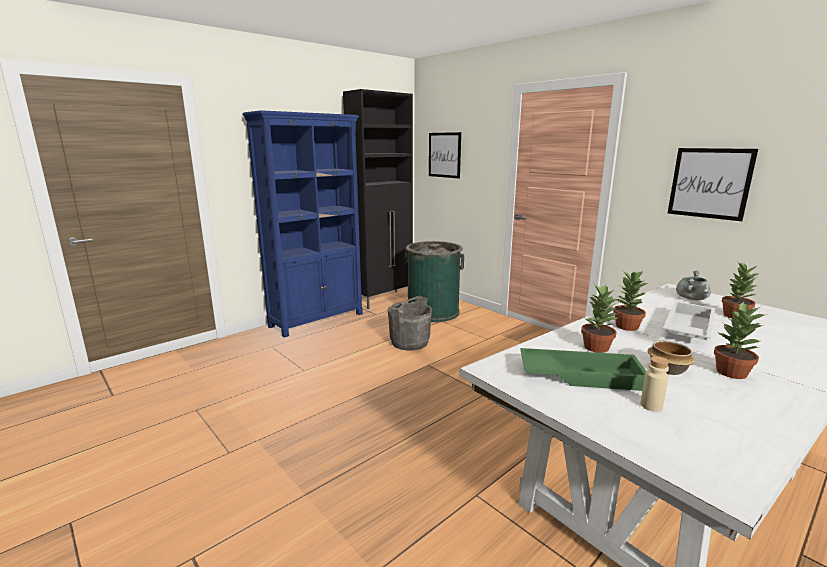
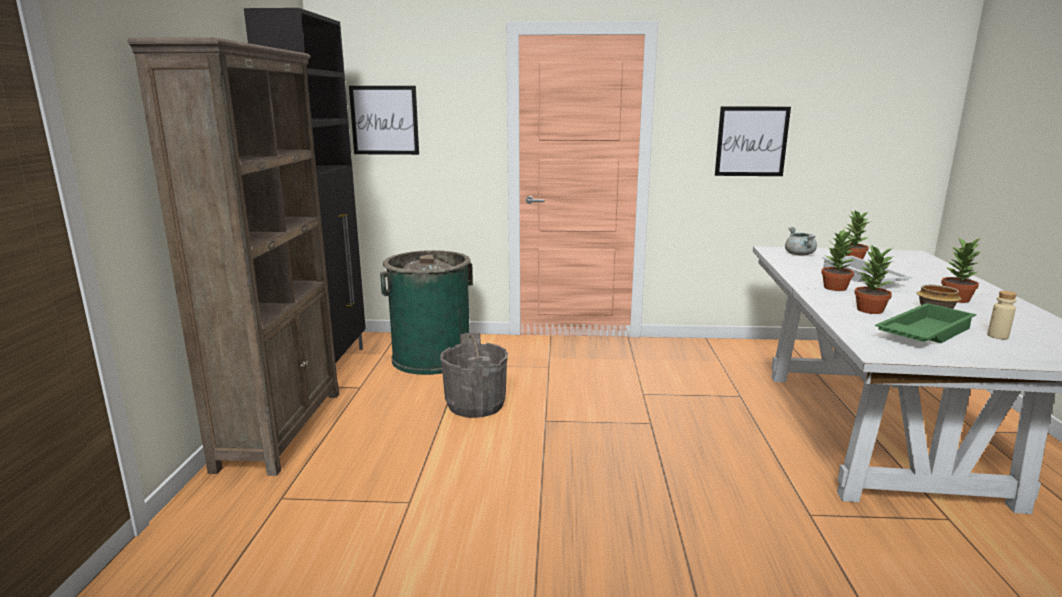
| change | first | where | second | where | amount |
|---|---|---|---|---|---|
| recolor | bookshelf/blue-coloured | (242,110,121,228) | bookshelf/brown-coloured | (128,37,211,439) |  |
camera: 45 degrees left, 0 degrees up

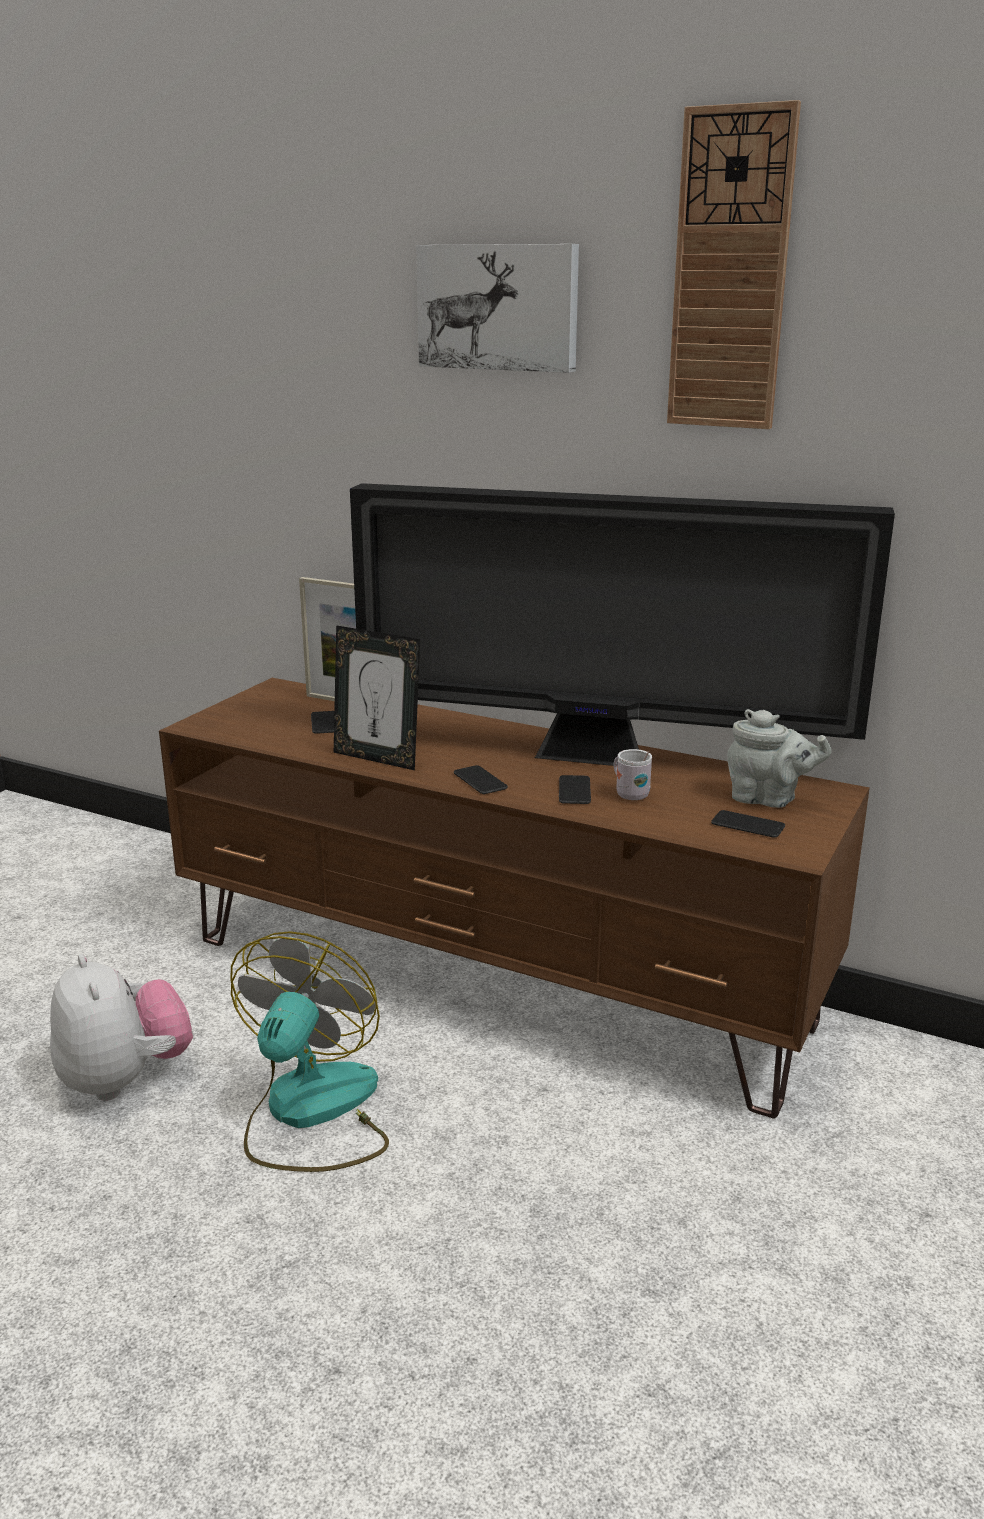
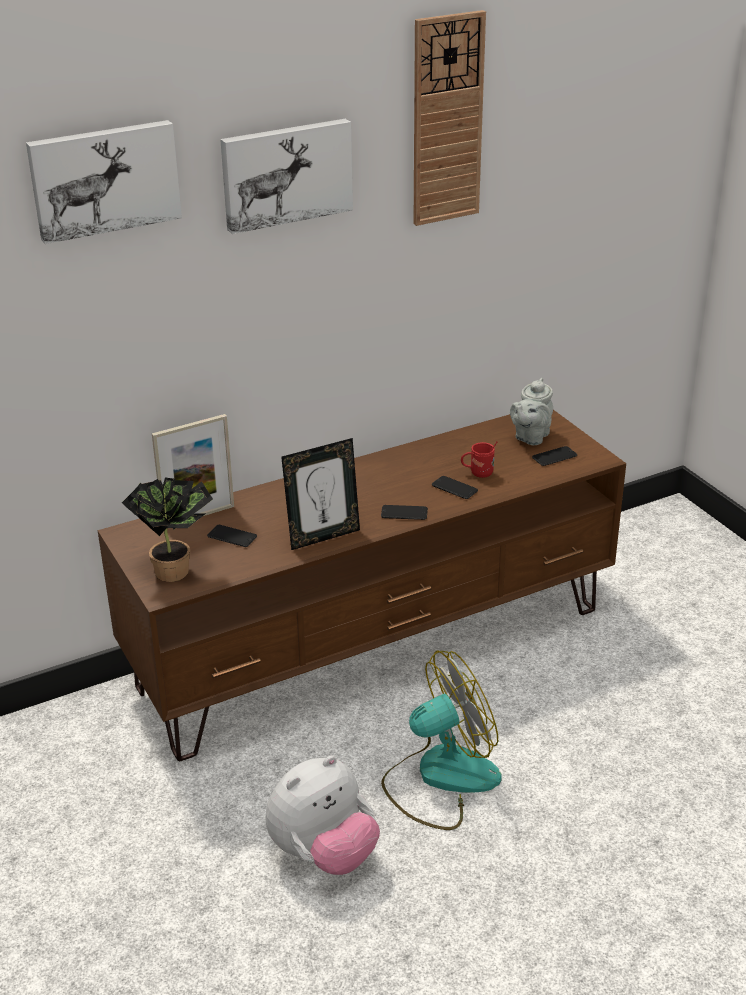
| change | first | where | second | where | amount |
|---|---|---|---|---|---|
| insert |  |  | wall art | (26,120,156,124) |  |
| insert |  |  | potted plant | (122,477,91,105) |  |
| rotate | cuddly toy | (50,954,143,147) |  | (266,756,114,119) | 135 degrees clockwise |
| rotate | fan | (230,931,159,241) |  | (381,650,121,180) | 105 degrees clockwise |
| recolor | tea mug/whitish | (614,749,38,51) | tea mug/reddish | (461,442,36,36) |  |
| rotate | teapot/gray | (727,709,105,99) |  | (510,378,43,67) | 150 degrees clockwise |
| delete | TV | (350,483,545,283) |  |  |  |
camera: 55 degrees left, 10 degrees up

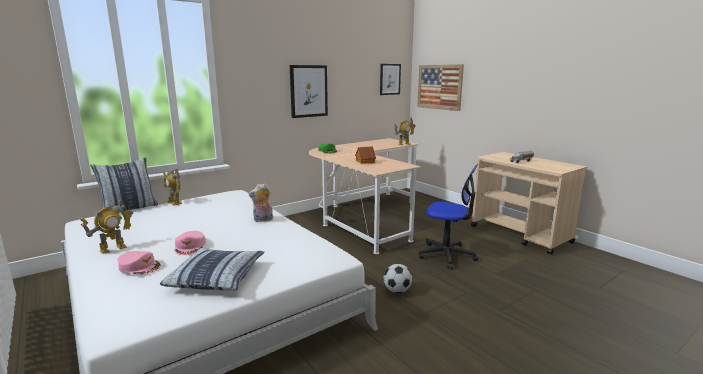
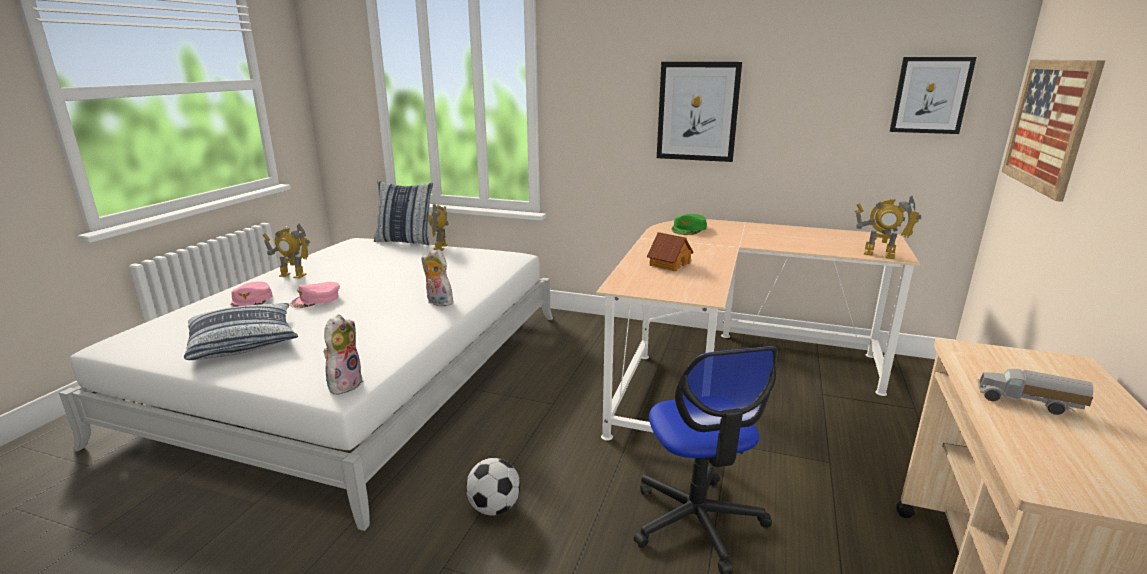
| change | first | where | second | where | amount |
|---|---|---|---|---|---|
| insert |  |  | cuddly toy | (323,314,40,81) |  |
camera: 55 degrees right, 5 degrees up

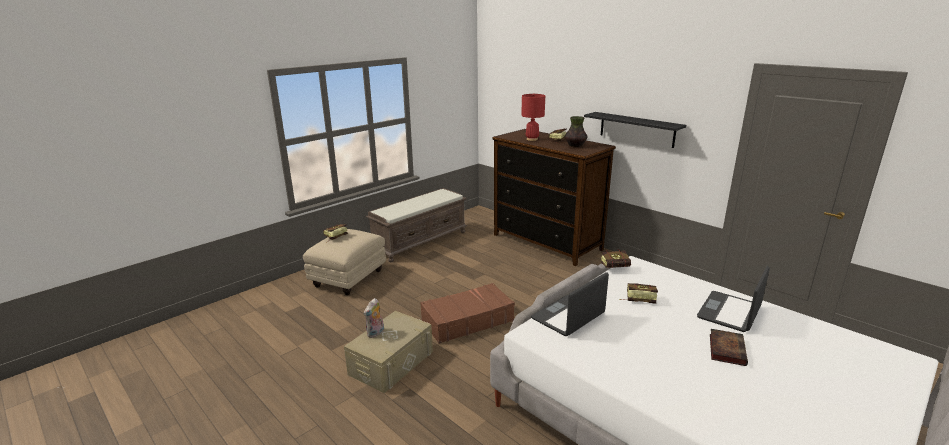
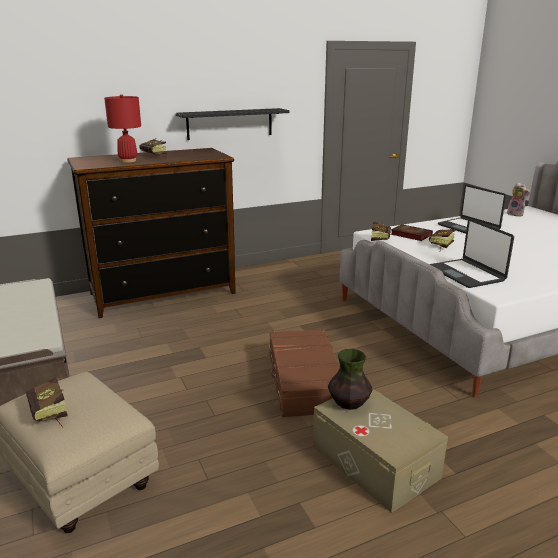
| change | first | where | second | where | amount |
|---|---|---|---|---|---|
| move | flower vase | (565,116,23,31) |  | (328,349,44,61) |  |
| move | book | (710,329,38,37) |  | (390,224,43,17) |  |
| move | cuddly toy | (364,298,20,40) |  | (507,182,23,34) |  |
camera: 70 degrees left, 0 degrees up

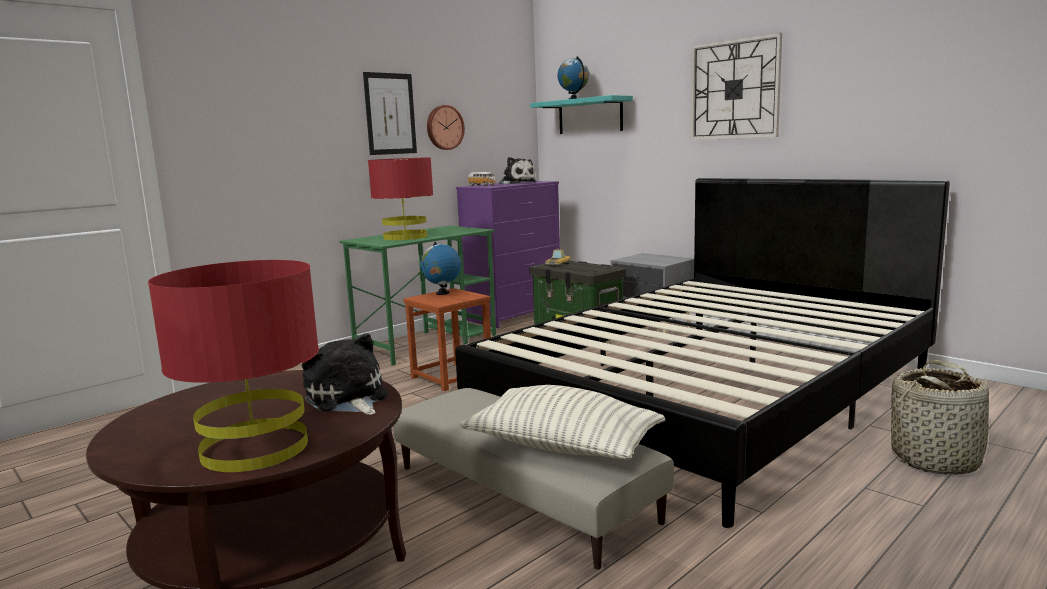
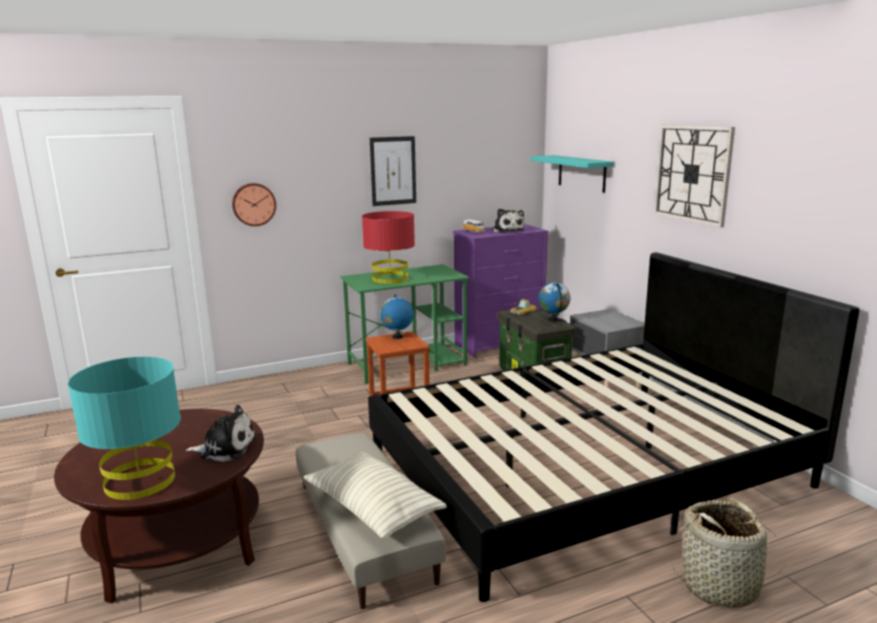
| change | first | where | second | where | amount |
|---|---|---|---|---|---|
| recolor | tabletop lamp/reddish | (148,260,171,212) | tabletop lamp/turquoise | (68,357,113,143) |  |
| rotate | cuddly toy | (302,333,86,82) |  | (186,405,70,57) | 105 degrees clockwise |
| move | clock on the wall | (427,105,38,45) |  | (232,183,44,43) |  |
| move | desk globe | (557,56,32,43) |  | (539,282,32,40) |  |
camera: 20 degrees right, 5 degrees up

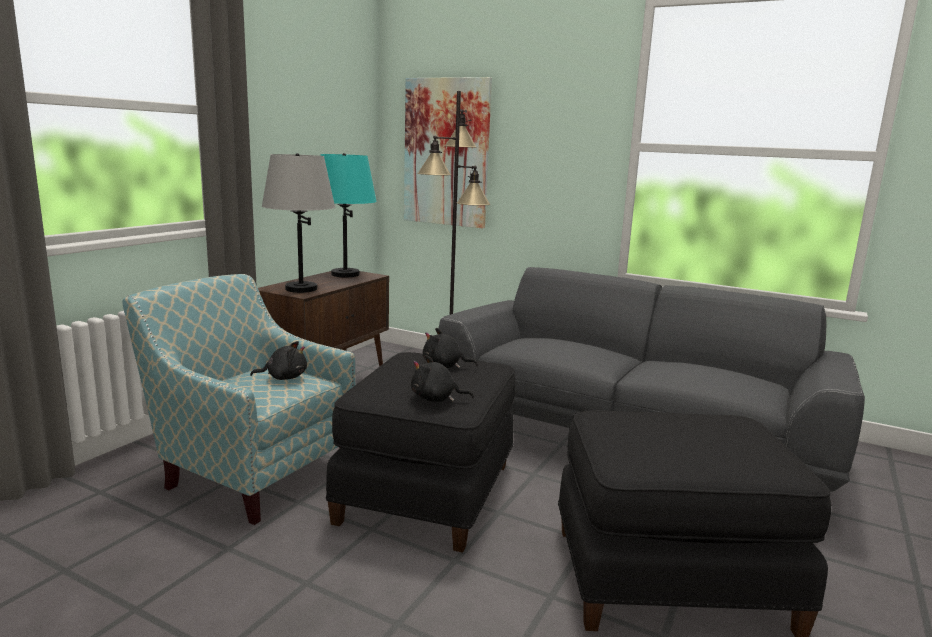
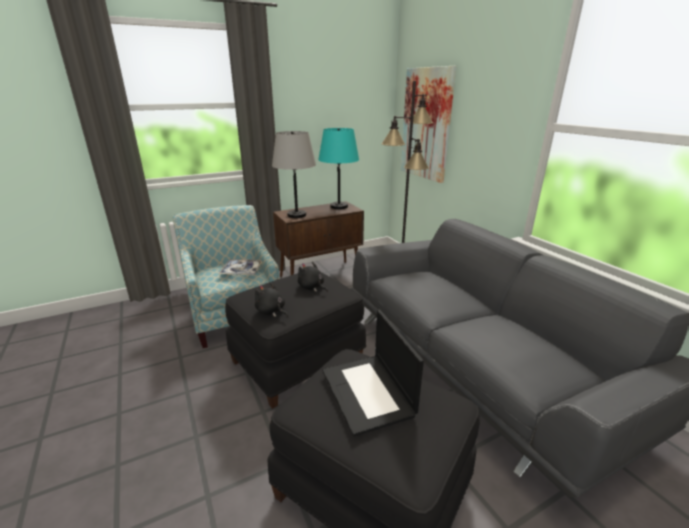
| change | first | where | second | where | amount |
|---|---|---|---|---|---|
| replace | cuddly toy/black-coloured | (250,341,57,39) | tray | (218,259,44,16) |  |
| insert |  |  | laptop | (323,309,101,128) |  |
camera: 35 degrees right, 10 degrees up

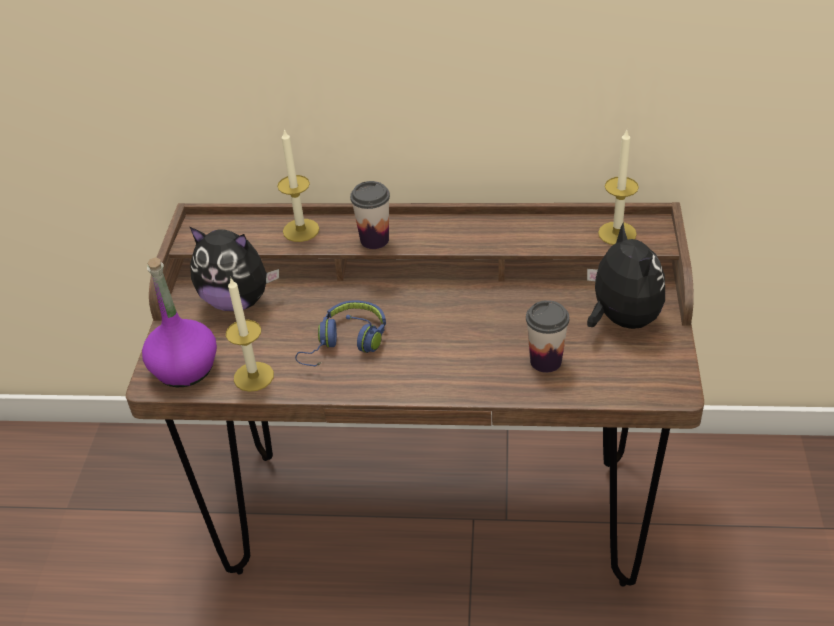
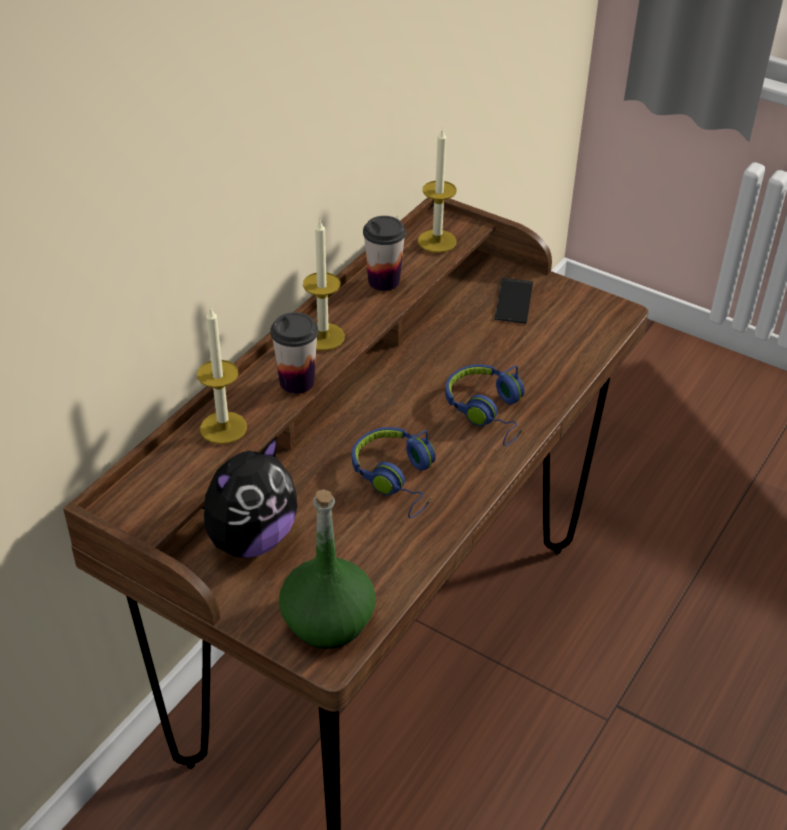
| change | first | where | second | where | amount |
|---|---|---|---|---|---|
| recolor | beverage bottle/purple-coloured | (142,257,75,130) | beverage bottle/green-coloured | (279,489,96,160) |  |
| move | wax light | (226,278,48,114) |  | (303,218,42,133) |  |
| move | small cup | (526,300,43,73) |  | (363,216,43,75) |  |
| insert |  |  | headset/blue-coloured | (445,364,80,82) |  |
| replace | cuddly toy | (587,222,78,107) | handset | (494,278,39,46) |  |
camera: 65 degrees left, 0 degrees up

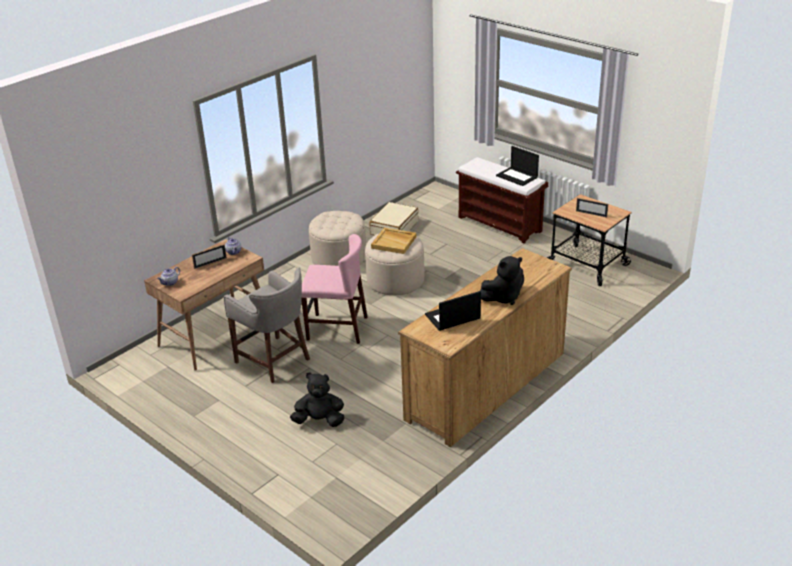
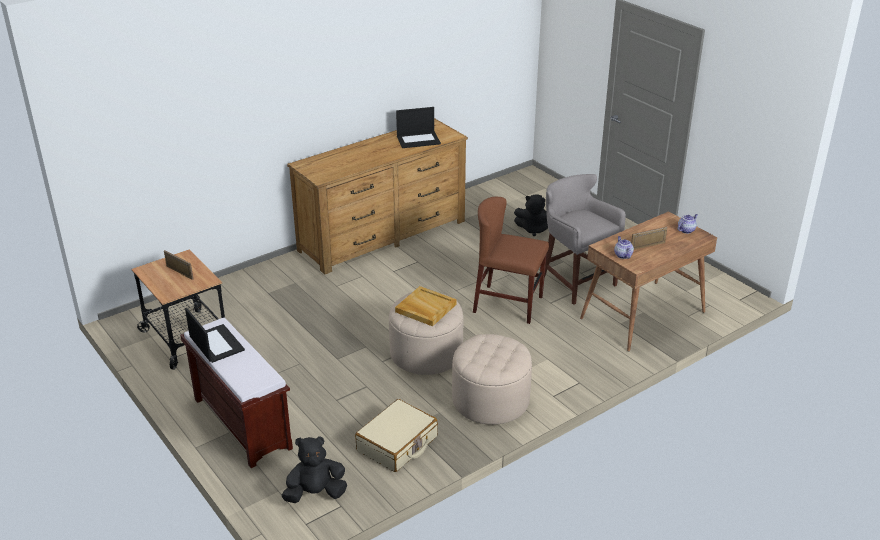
| change | first | where | second | where | amount |
|---|---|---|---|---|---|
| move | cuddly toy/black-coloured | (480,256,44,49) |  | (282,436,65,67) |  |
| recolor | upright chair/pink-coloured | (301,234,66,110) | upright chair/brown-coloured | (473,197,76,127) |  |
camera: 170 degrees left, 0 degrees up

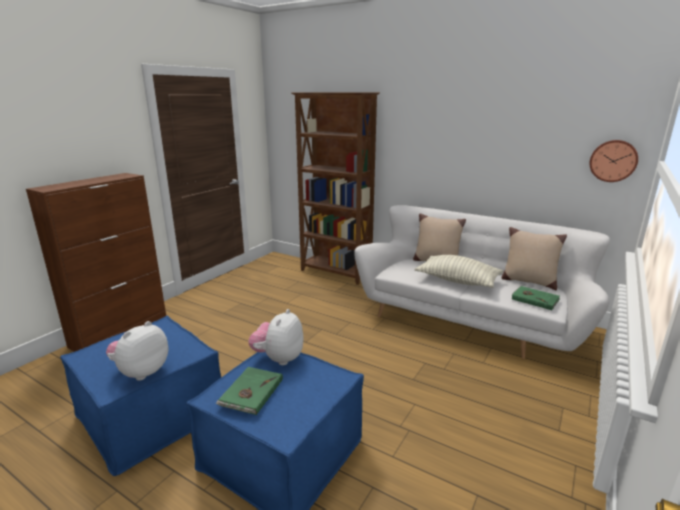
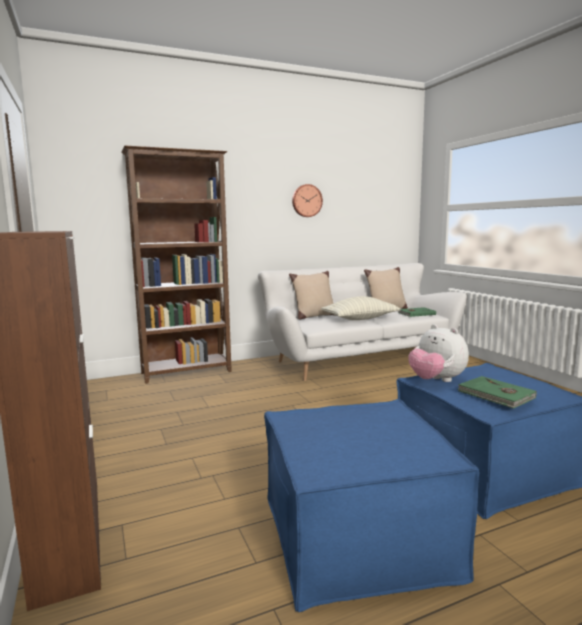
| change | first | where | second | where | amount |
|---|---|---|---|---|---|
| move | clock on the wall | (590,140,48,42) |  | (292,184,31,33) |  |
| delete | cuddly toy | (106,321,62,60) |  |  |  |
camera: 55 degrees left, 10 degrees down

